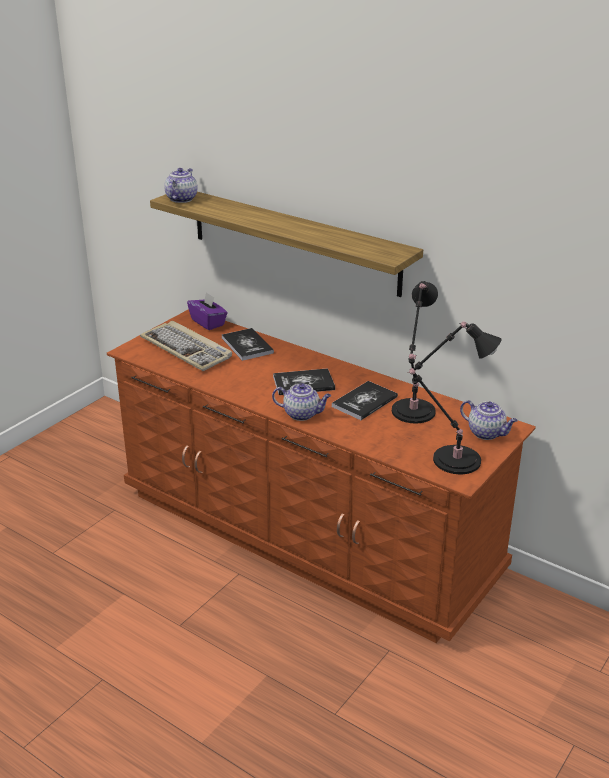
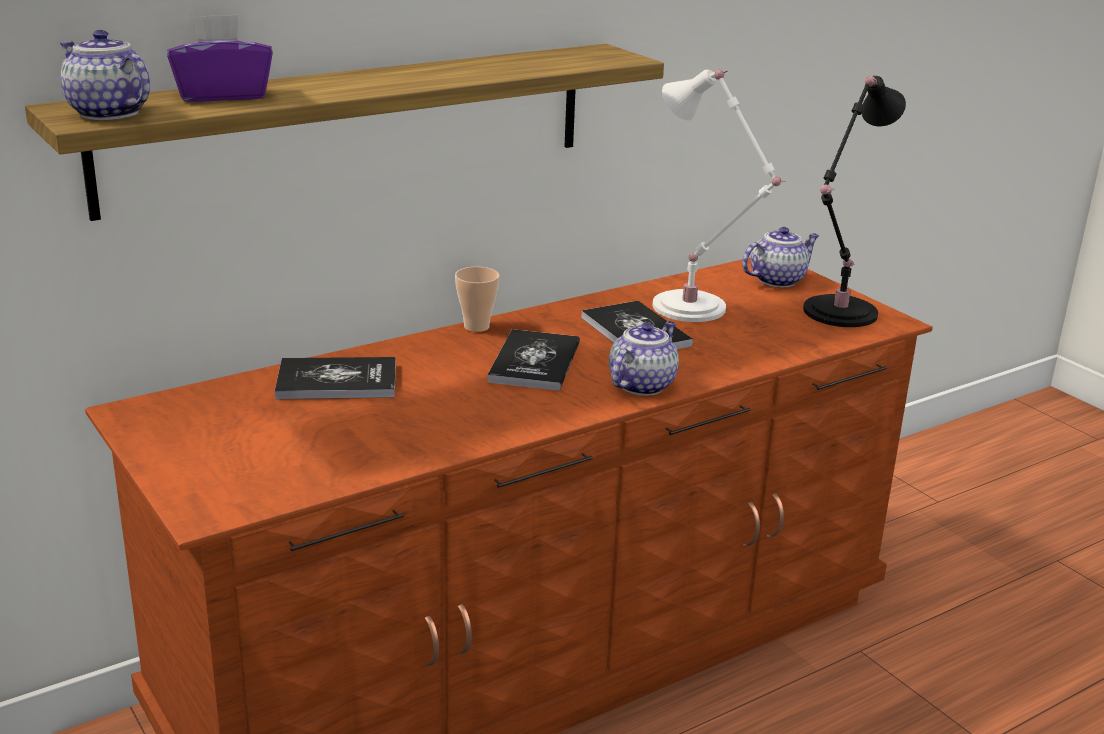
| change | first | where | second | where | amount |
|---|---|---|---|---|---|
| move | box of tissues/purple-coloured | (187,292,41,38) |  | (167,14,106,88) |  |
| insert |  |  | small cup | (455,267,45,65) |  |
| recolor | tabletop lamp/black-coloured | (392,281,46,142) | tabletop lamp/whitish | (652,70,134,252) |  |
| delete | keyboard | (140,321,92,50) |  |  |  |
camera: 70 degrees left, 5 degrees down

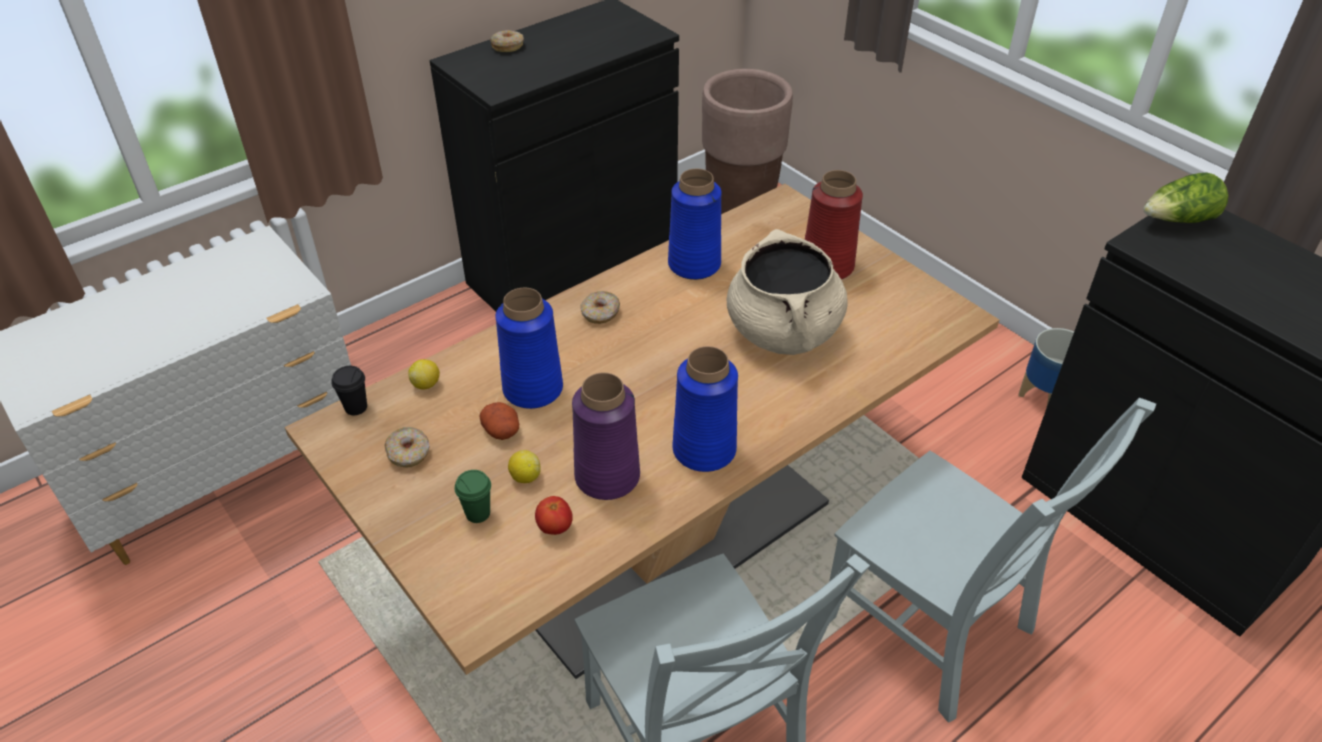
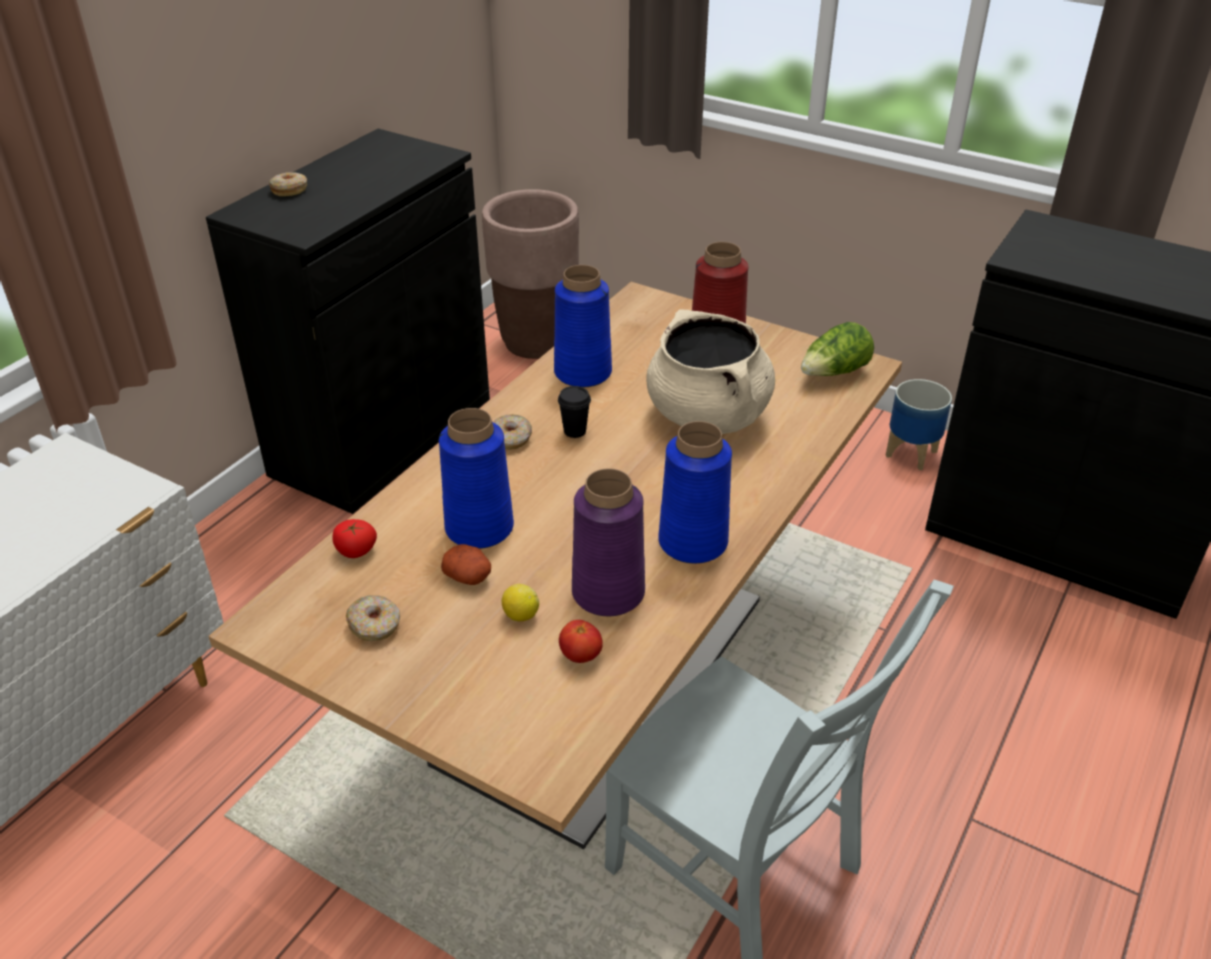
| change | first | where | second | where | amount |
|---|---|---|---|---|---|
| replace | lemon | (408,359,32,31) | fresh tomato | (332,519,45,39) |  |
| move | small cup/black-coloured | (331,366,36,49) |  | (558,386,33,52) |  |
| move | lettuce head | (1143,172,85,51) |  | (801,322,73,54) |  |
| delete | small cup/green-coloured | (455,470,36,53) |  |  |  |
| delete | upright chair/gray | (829,398,327,325) |  |  |  |
camera: 20 degrees left, 5 degrees down

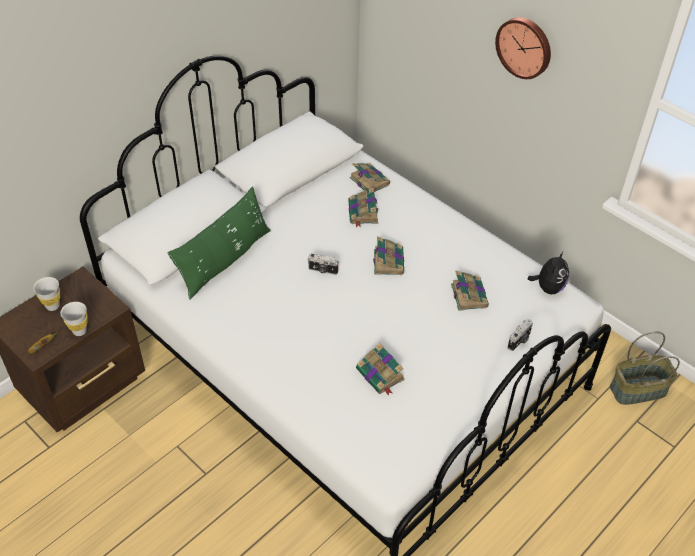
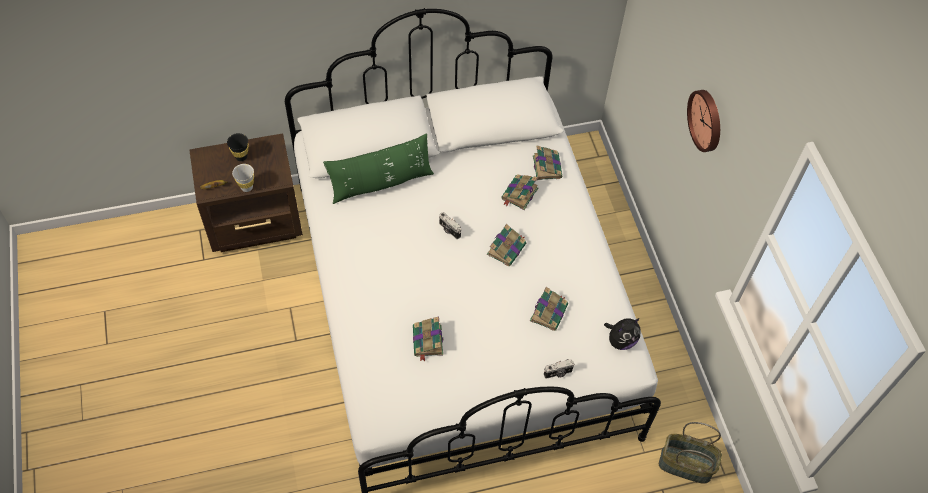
| change | first | where | second | where | amount |
|---|---|---|---|---|---|
| recolor | small cup/whitish | (33,277,27,34) | small cup/black-coloured | (227,133,21,28) |  |
camera: 30 degrees right, 10 degrees up

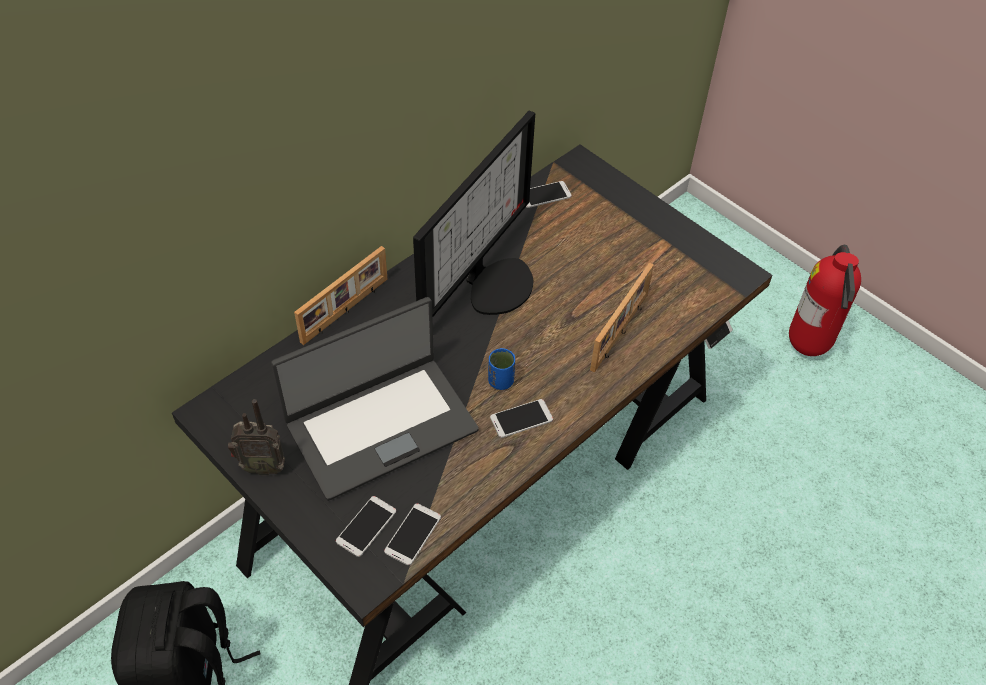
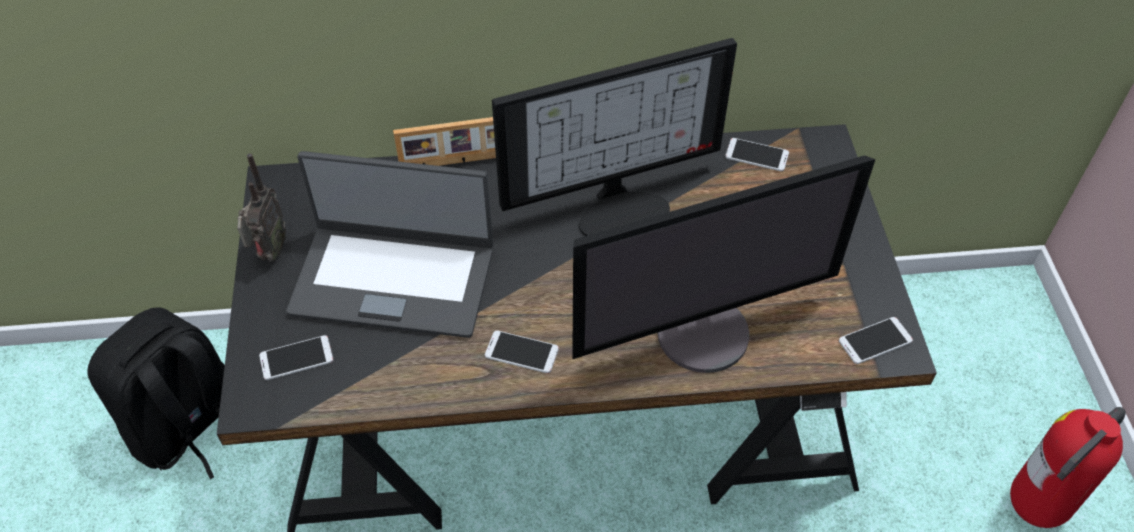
| change | first | where | second | where | amount |
|---|---|---|---|---|---|
| rotate | radio receiver | (228,399,57,76) |  | (237,153,49,108) | 120 degrees counterclockwise |
| replace | photo frame | (590,262,64,110) | monitor | (572,155,304,218) |  |
| move | handset | (384,503,57,63) |  | (839,317,74,47) |  |
| delete | small cup/blue-coloured | (488,348,27,42) |  |  |  |
camera: 40 degrees right, 0 degrees up

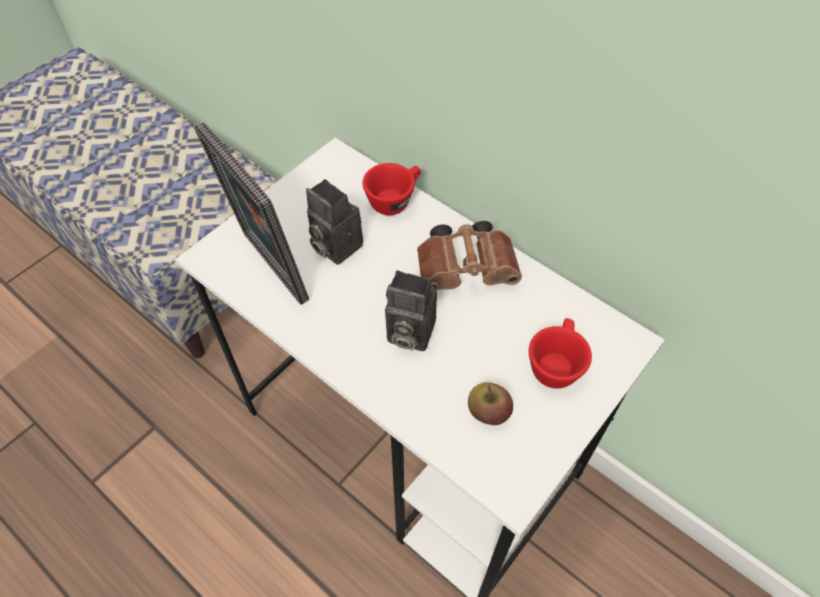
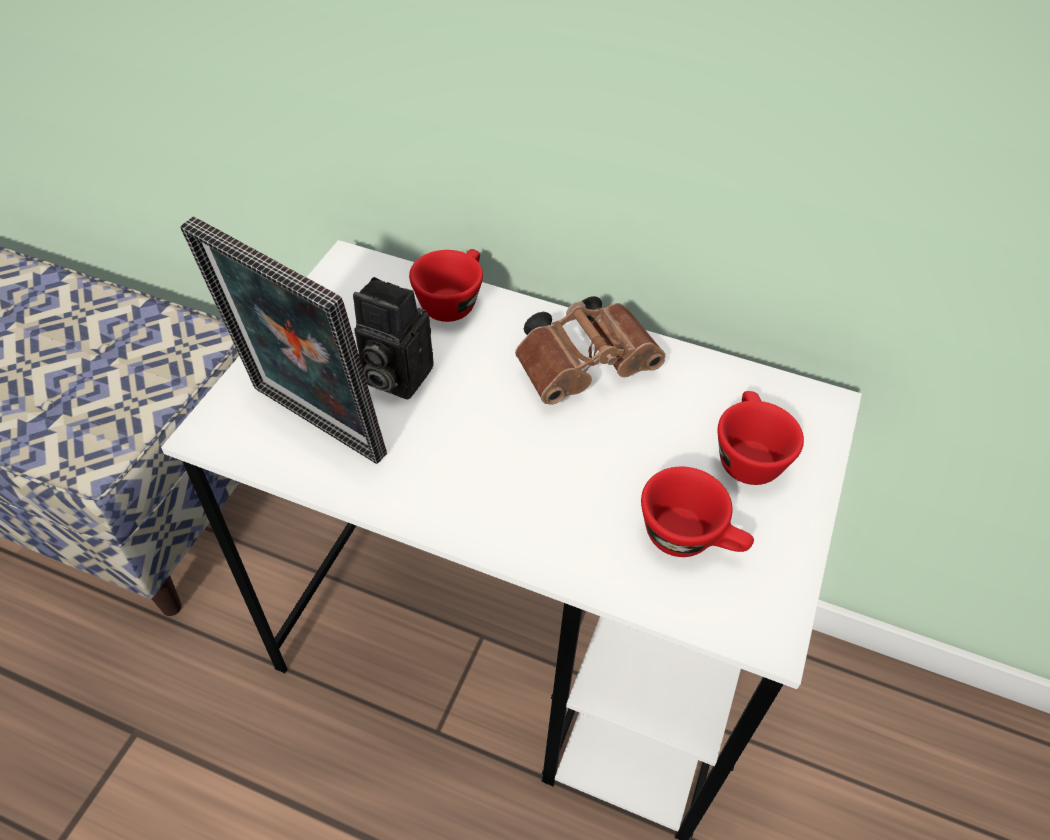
| change | first | where | second | where | amount |
|---|---|---|---|---|---|
| replace | apple | (468,382,45,43) | small cup/reddish | (641,467,113,90) |  |
| delete | photo camera | (385,270,52,81) |  |  |  |
camera: 20 degrees left, 5 degrees down

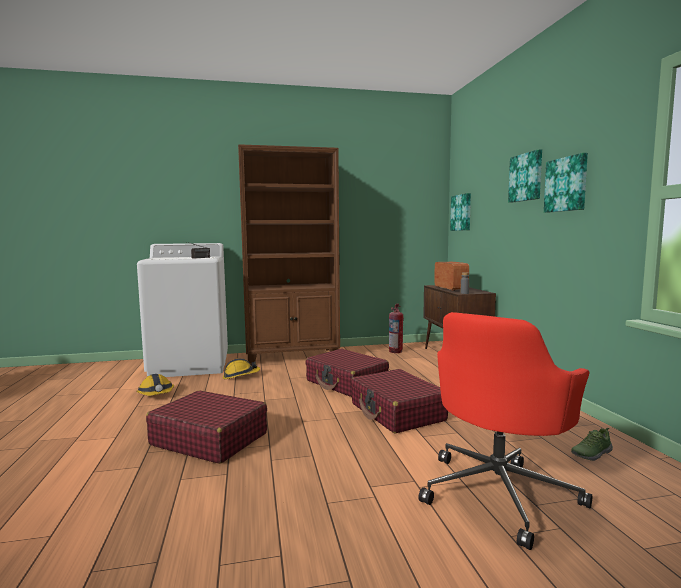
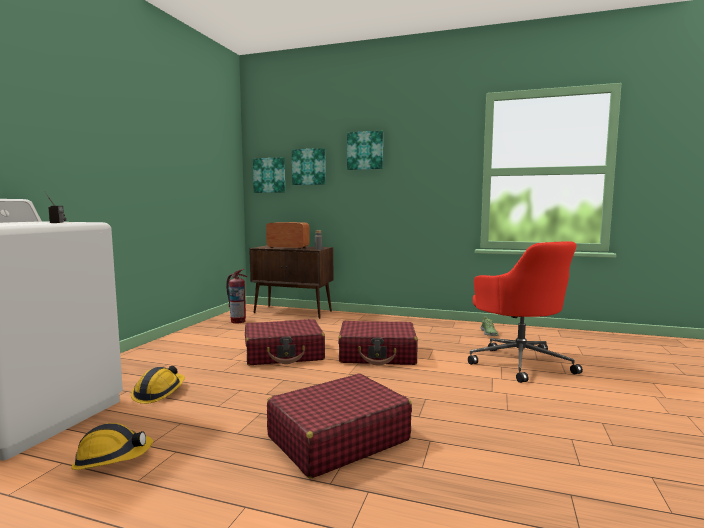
| change | first | where | second | where | amount |
|---|---|---|---|---|---|
| move | wall art | (544,153,44,60) |  | (292,148,34,37) |  |
| delete | bookshelf/brown-coloured | (238,144,102,221) |  |  |  |
camera: 60 degrees left, 0 degrees up

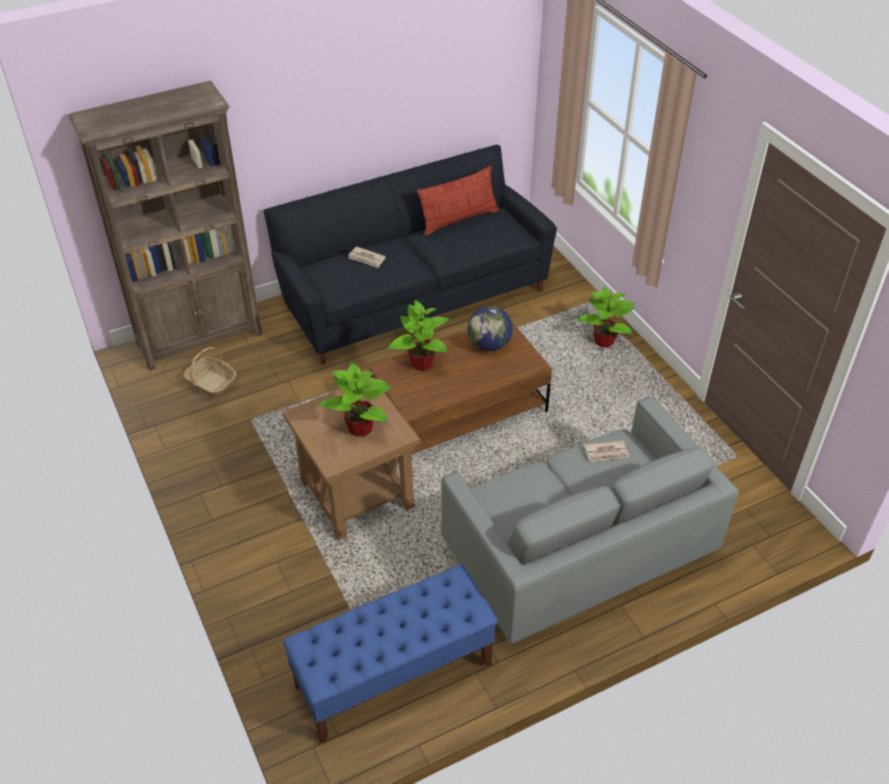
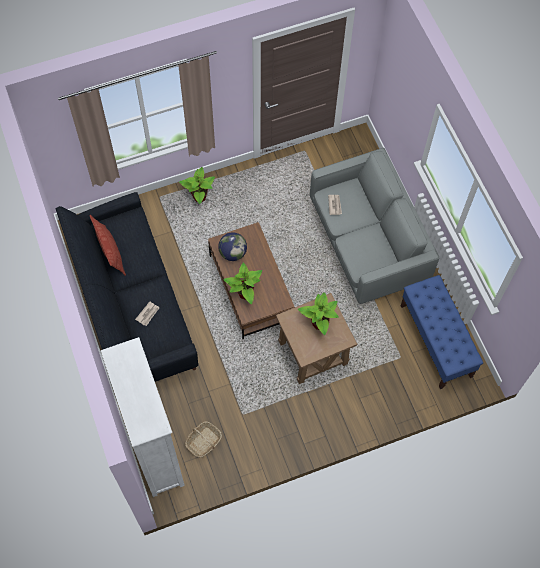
| change | first | where | second | where | amount |
|---|---|---|---|---|---|
| recolor | bookshelf/brown-coloured | (68,81,194,290) | bookshelf/whitish | (101,337,84,160) |  |
camera: 85 degrees left, 20 degrees up

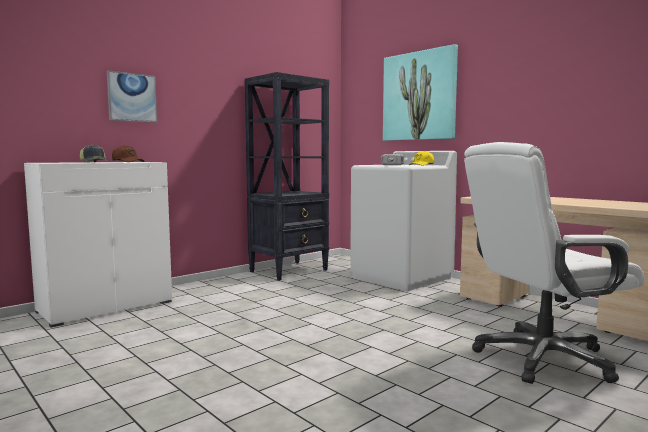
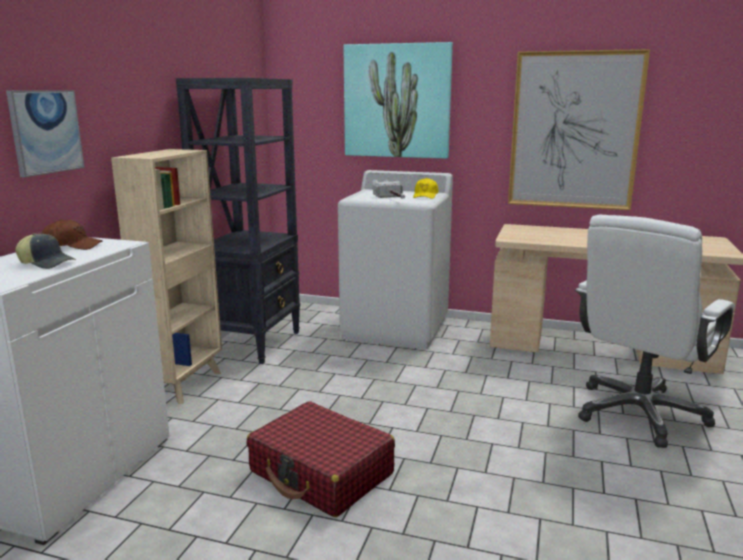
| change | first | where | second | where | amount |
|---|---|---|---|---|---|
| insert |  |  | bookshelf/beige | (111,149,111,255) |  |
| insert |  |  | suitcase/reddish | (247,401,148,116) |  |
| insert |  |  | wall art | (508,49,142,161) |  |
camera: 30 degrees left, 10 degrees up

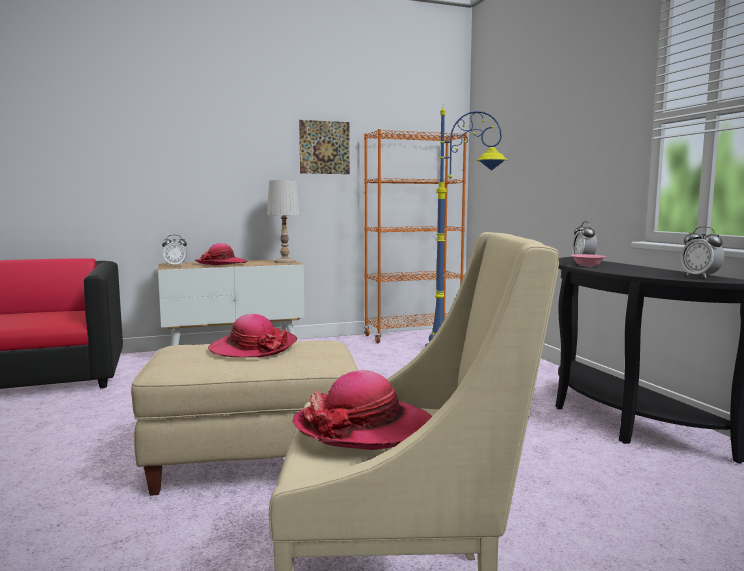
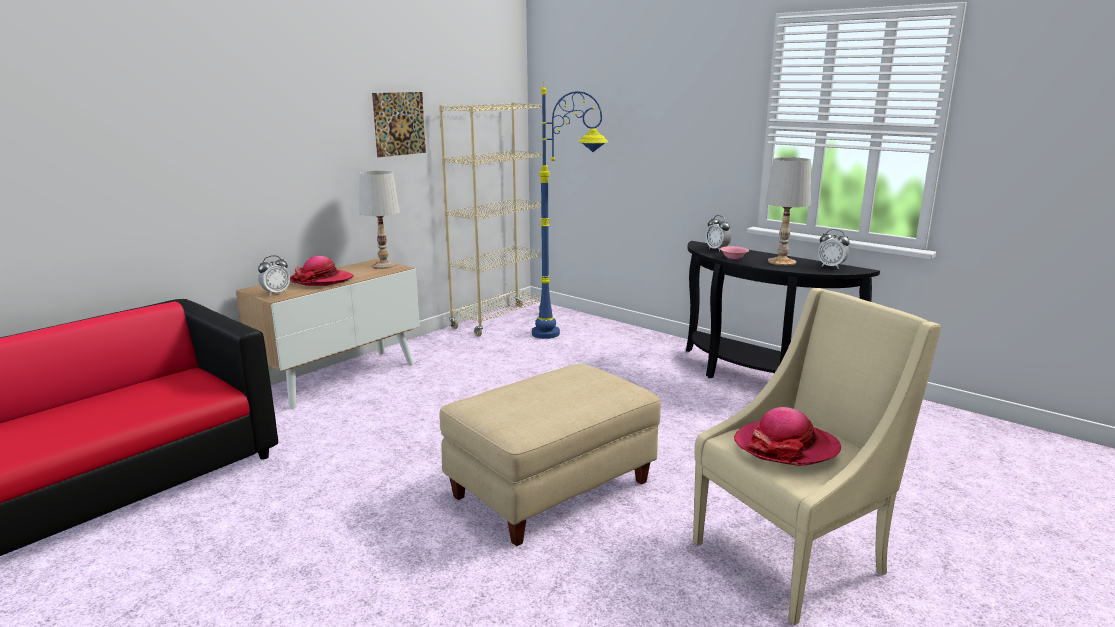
| change | first | where | second | where | amount |
|---|---|---|---|---|---|
| recolor | bookshelf/orange | (364,129,103,214) | bookshelf/beige | (439,102,104,235) |  |
| insert |  |  | tabletop lamp/whitish | (765,157,46,109) |  |
| delete | hat | (208,314,89,44) |  |  |  |
camera: 30 degrees left, 10 degrees up

